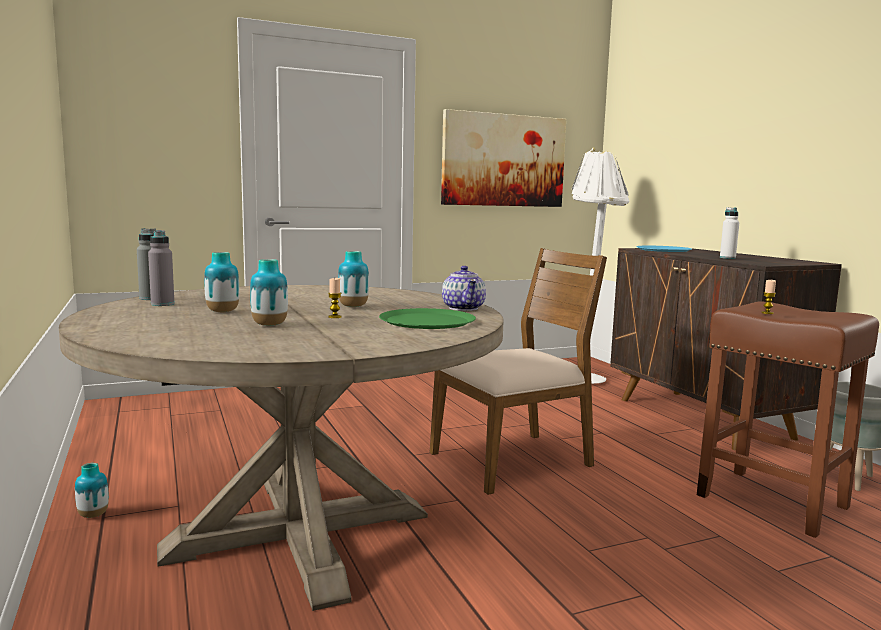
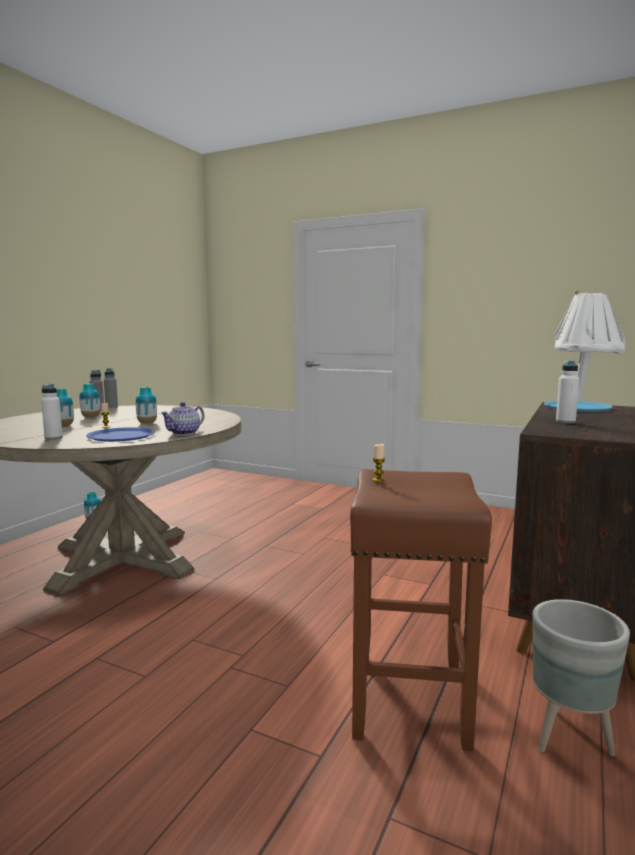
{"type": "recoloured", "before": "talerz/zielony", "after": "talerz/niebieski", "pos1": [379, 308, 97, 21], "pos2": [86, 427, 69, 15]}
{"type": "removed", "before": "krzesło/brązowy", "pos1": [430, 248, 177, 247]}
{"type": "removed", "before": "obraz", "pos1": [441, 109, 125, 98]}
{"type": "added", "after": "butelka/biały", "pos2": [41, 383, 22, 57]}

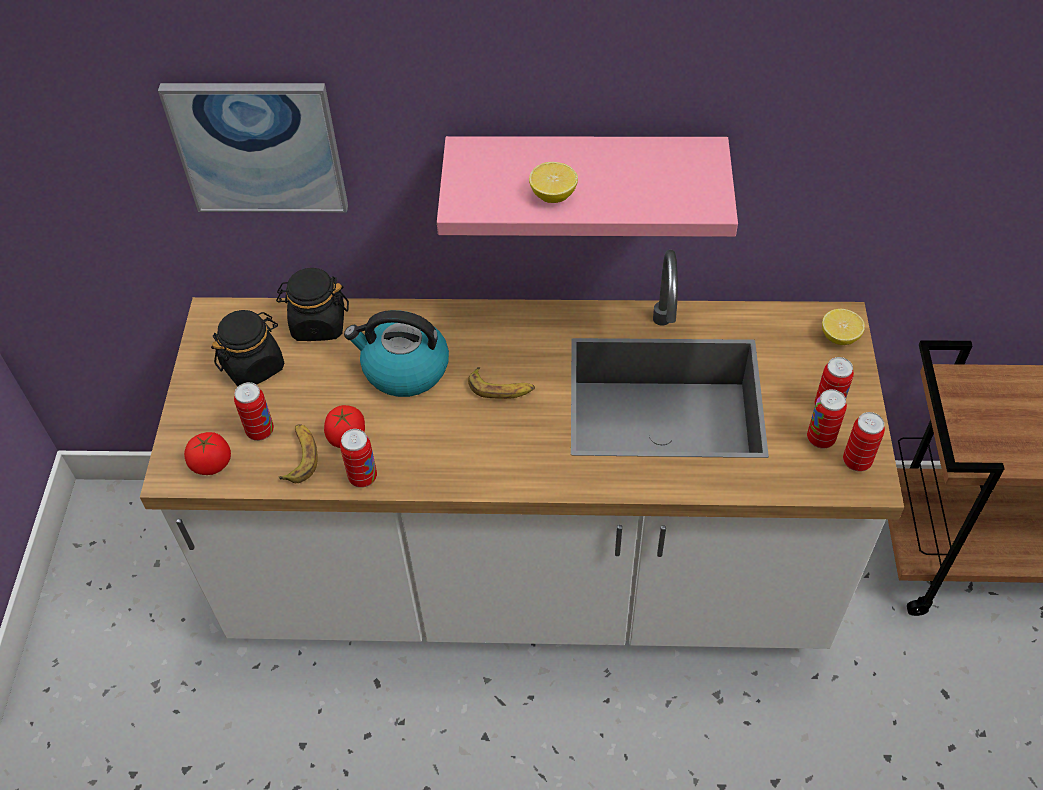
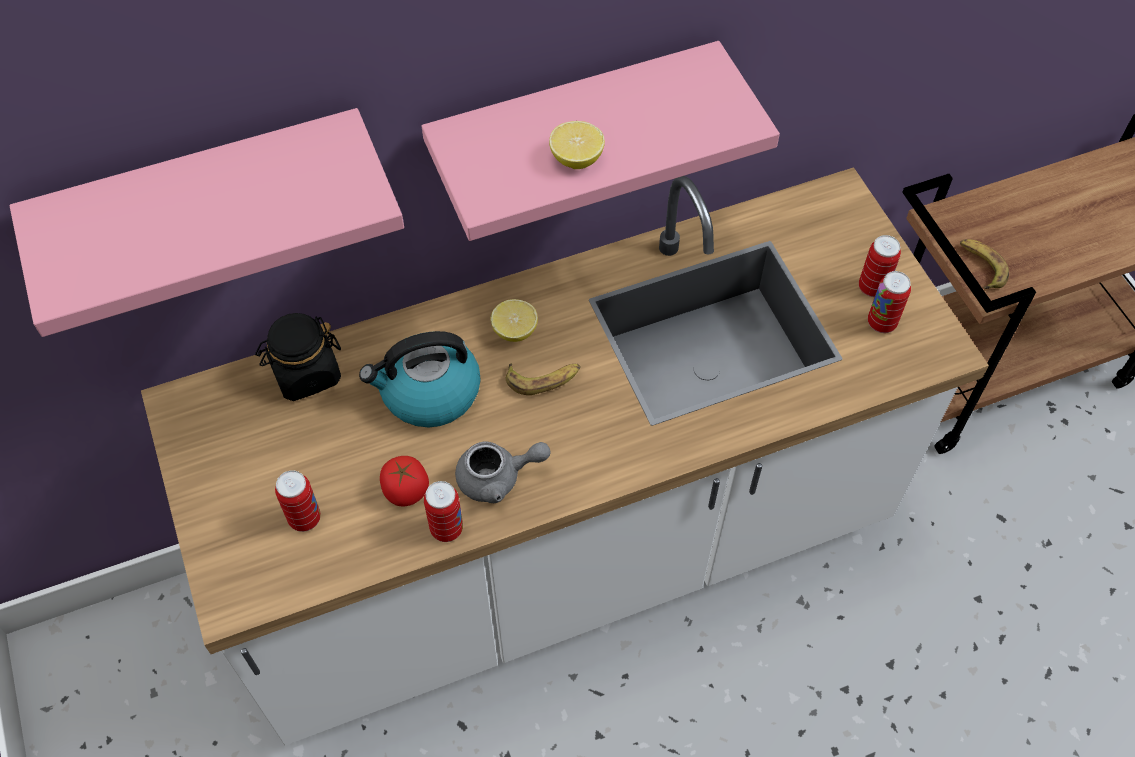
{"type": "replaced", "before": "obraz", "after": "półka/różowy", "pos1": [158, 83, 190, 130], "pos2": [10, 108, 394, 229]}
{"type": "removed", "before": "pomidor", "pos1": [184, 432, 47, 43]}
{"type": "removed", "before": "słoik/czarny", "pos1": [211, 310, 73, 77]}
{"type": "moved", "before": "banan", "pos1": [278, 424, 40, 59], "pos2": [960, 239, 49, 50]}
{"type": "moved", "before": "cytryna", "pos1": [822, 309, 43, 36], "pos2": [491, 299, 47, 43]}
{"type": "removed", "before": "puszka", "pos1": [843, 412, 42, 60]}
{"type": "added", "after": "imbryk/szary", "pos2": [455, 442, 96, 61]}

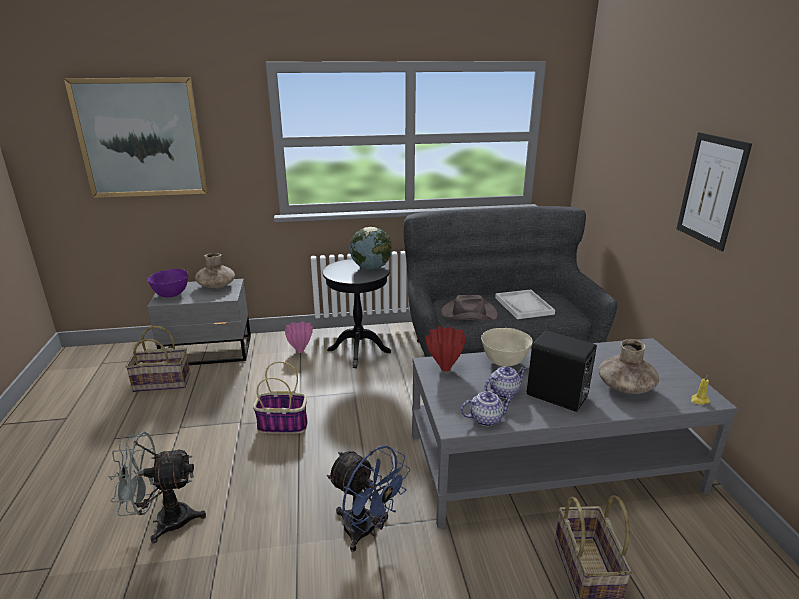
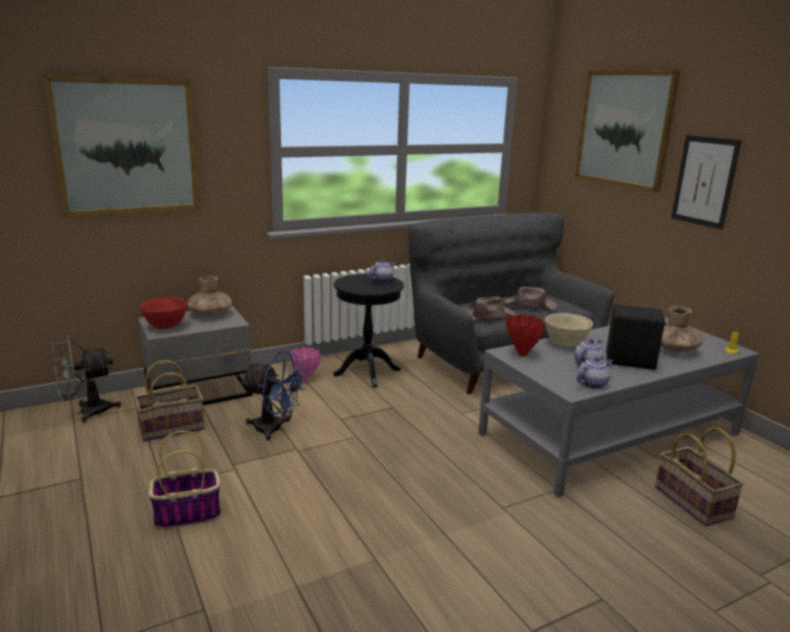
{"type": "moved", "before": "wentylator/szary", "pos1": [108, 432, 98, 111], "pos2": [51, 336, 70, 87]}
{"type": "recoloured", "before": "miska/fioletowy", "after": "miska/czerwony", "pos1": [148, 269, 40, 28], "pos2": [140, 297, 48, 32]}
{"type": "moved", "before": "koszyk", "pos1": [253, 361, 55, 73], "pos2": [149, 431, 72, 98]}
{"type": "moved", "before": "wentylator/niebieski", "pos1": [327, 446, 83, 106], "pos2": [241, 350, 66, 91]}
{"type": "replaced", "before": "globus", "after": "imbryk", "pos1": [350, 227, 42, 43], "pos2": [369, 260, 27, 23]}
{"type": "replaced", "before": "taca/biały", "after": "kapelusz/brązowy", "pos1": [495, 289, 60, 30], "pos2": [504, 287, 53, 23]}
{"type": "added", "after": "obraz", "pos2": [575, 70, 106, 123]}

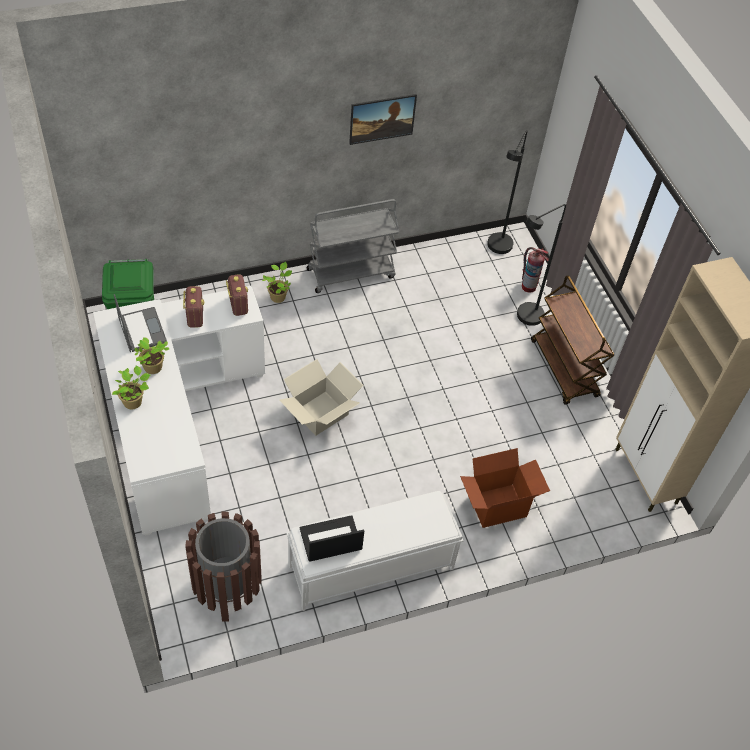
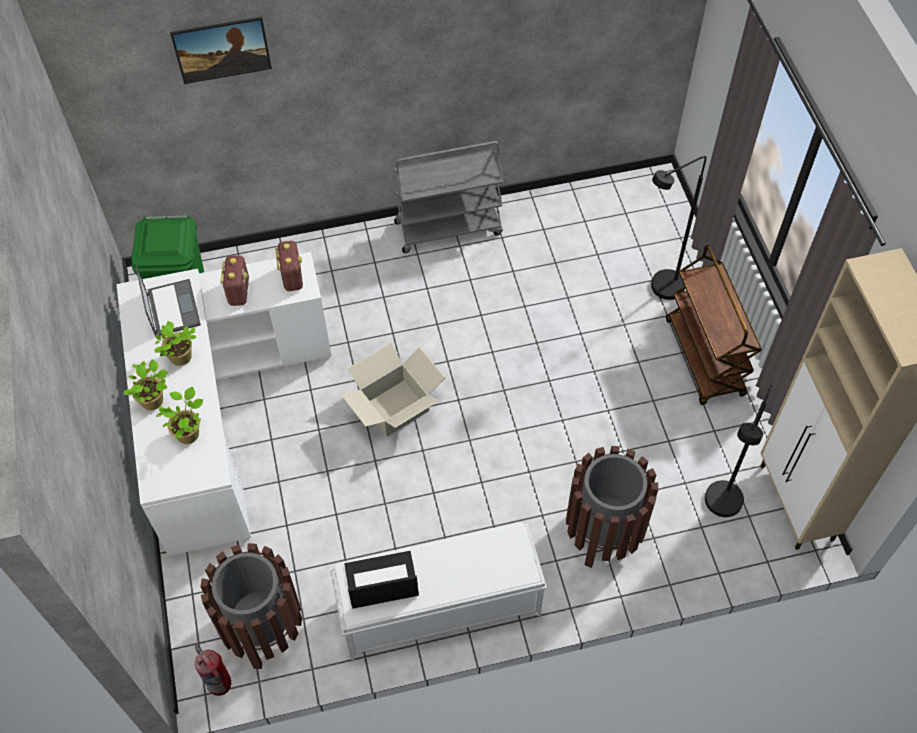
{"type": "moved", "before": "roślina doniczkowa", "pos1": [262, 262, 30, 41], "pos2": [156, 387, 47, 57]}
{"type": "moved", "before": "obraz", "pos1": [349, 94, 68, 51], "pos2": [170, 17, 102, 67]}
{"type": "replaced", "before": "karton", "after": "kosz na śmieci/brązowy", "pos1": [460, 448, 90, 80], "pos2": [566, 446, 92, 122]}
{"type": "moved", "before": "lampa stojąca/czarny", "pos1": [487, 130, 40, 124], "pos2": [705, 386, 67, 131]}
{"type": "moved", "before": "gaśnica", "pos1": [522, 247, 27, 46], "pos2": [195, 645, 36, 51]}

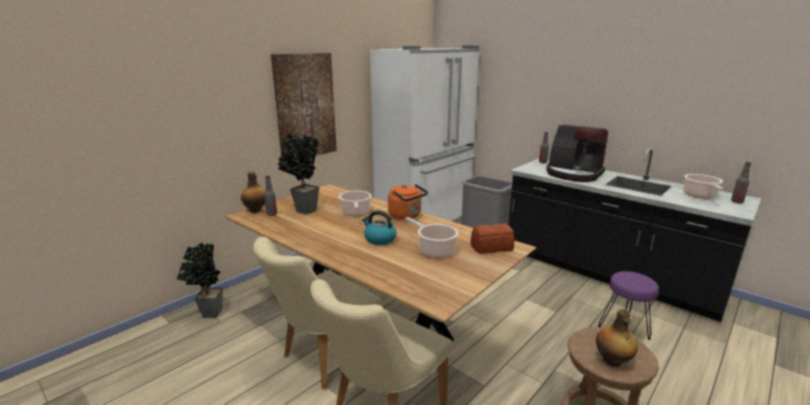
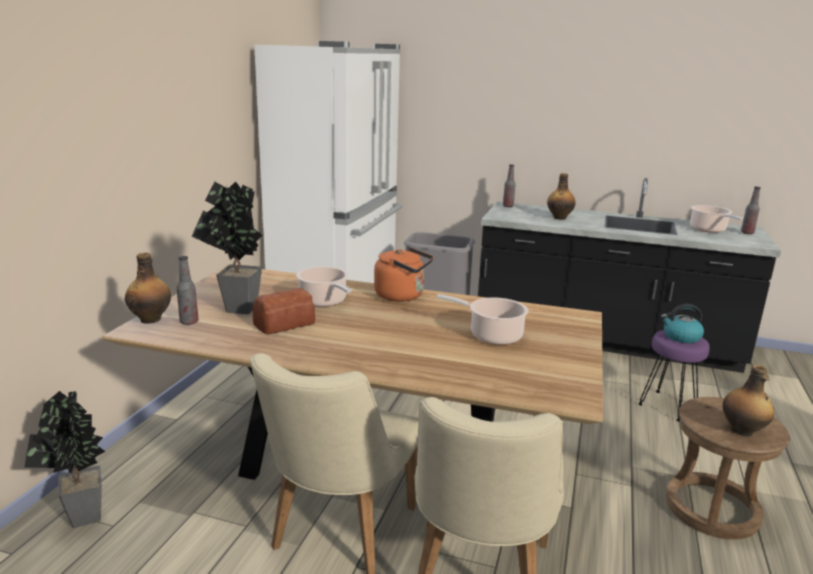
{"type": "removed", "before": "obraz", "pos1": [271, 53, 66, 103]}
{"type": "moved", "before": "czajnik", "pos1": [362, 210, 35, 35], "pos2": [661, 304, 43, 39]}
{"type": "moved", "before": "chleb", "pos1": [471, 224, 44, 30], "pos2": [253, 288, 62, 46]}
{"type": "replaced", "before": "ekspres do kawy", "after": "butelka", "pos1": [546, 125, 62, 57], "pos2": [547, 173, 28, 47]}

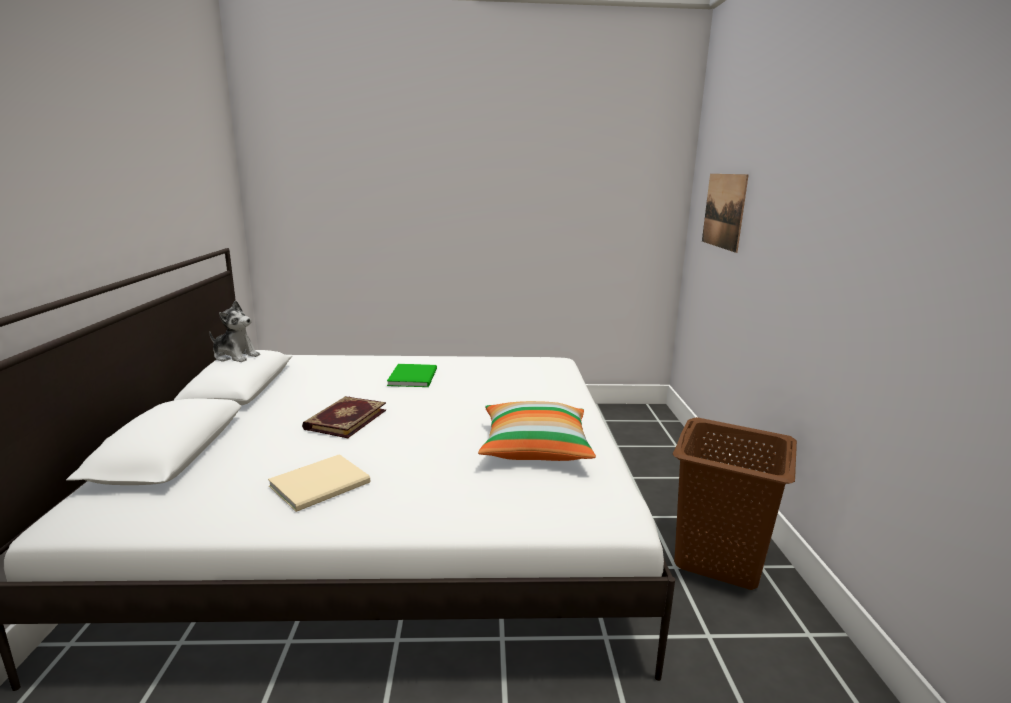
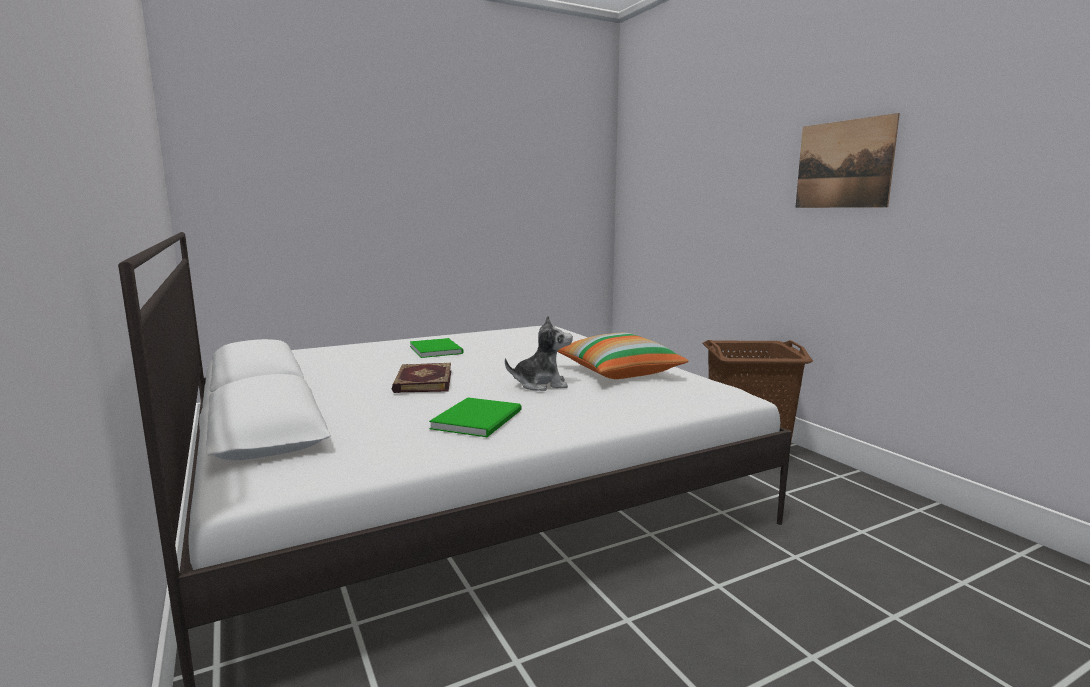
{"type": "moved", "before": "pluszak", "pos1": [209, 300, 51, 62], "pos2": [505, 316, 68, 75]}
{"type": "recoloured", "before": "książka/beżowy", "after": "książka/zielony", "pos1": [268, 454, 102, 58], "pos2": [429, 397, 92, 40]}
{"type": "moved", "before": "obraz", "pos1": [702, 174, 47, 79], "pos2": [795, 113, 105, 95]}

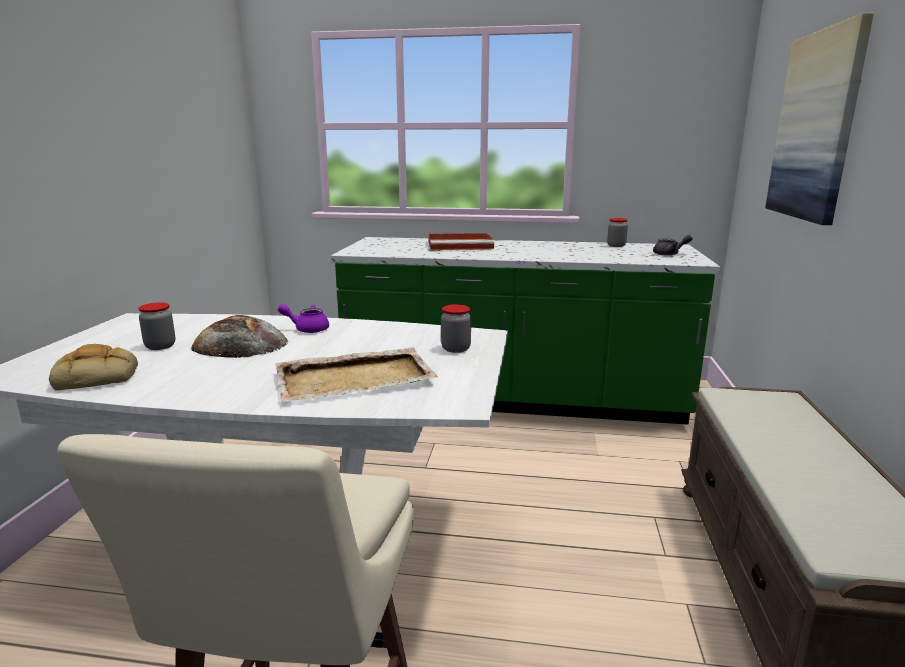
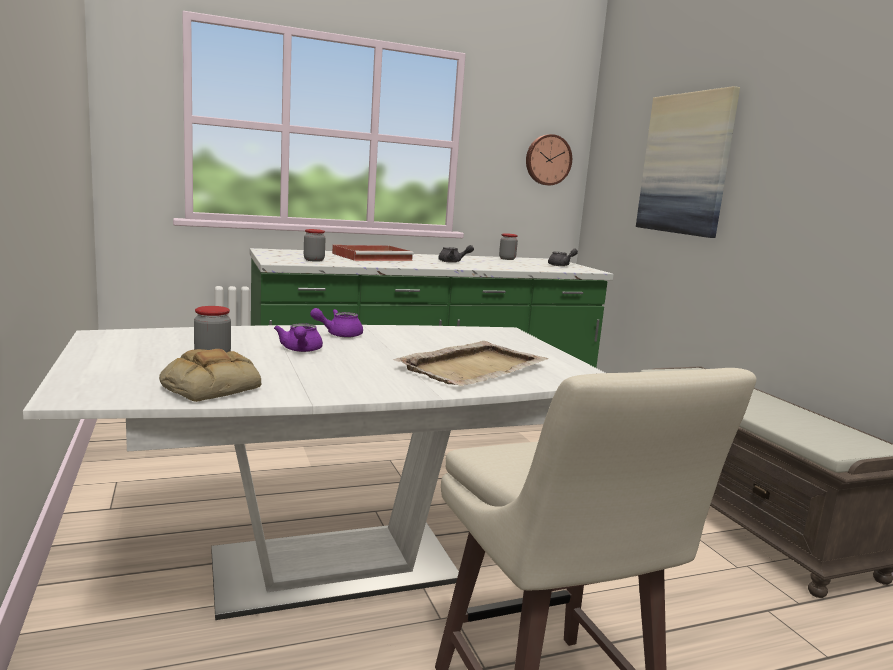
{"type": "replaced", "before": "chleb", "after": "imbryk/fioletowy", "pos1": [191, 315, 97, 43], "pos2": [274, 323, 49, 29]}
{"type": "moved", "before": "słoik", "pos1": [441, 304, 30, 49], "pos2": [304, 229, 22, 33]}
{"type": "added", "after": "imbryk/szary", "pos2": [438, 245, 36, 18]}
{"type": "added", "after": "zegar ścienny", "pos2": [526, 134, 46, 51]}

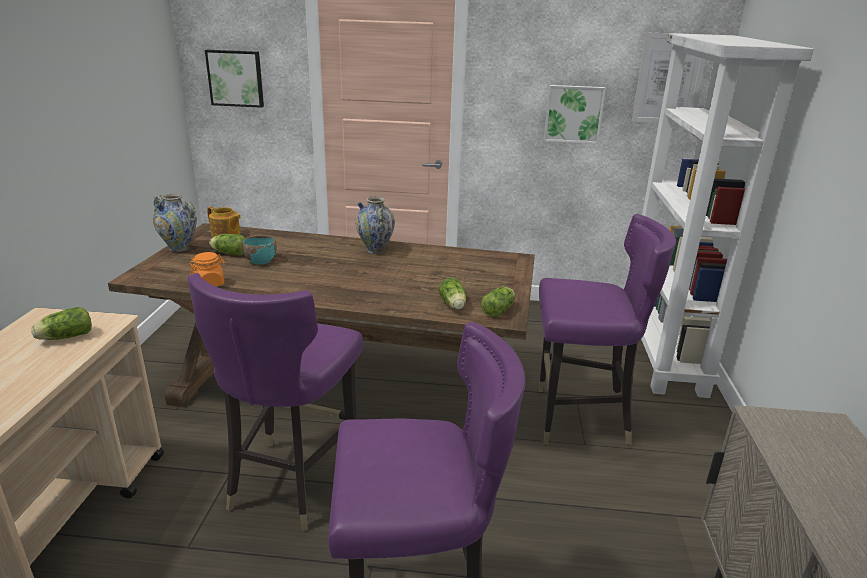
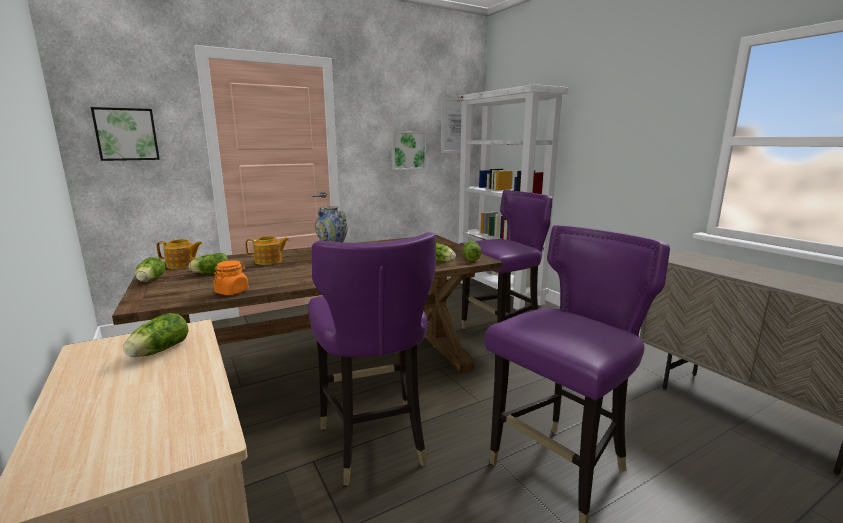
{"type": "replaced", "before": "wazon", "after": "sałata", "pos1": [153, 194, 44, 58], "pos2": [135, 257, 31, 25]}
{"type": "removed", "before": "miska/turkusowy", "pos1": [242, 235, 35, 30]}
{"type": "added", "after": "imbryk", "pos2": [245, 236, 44, 29]}

